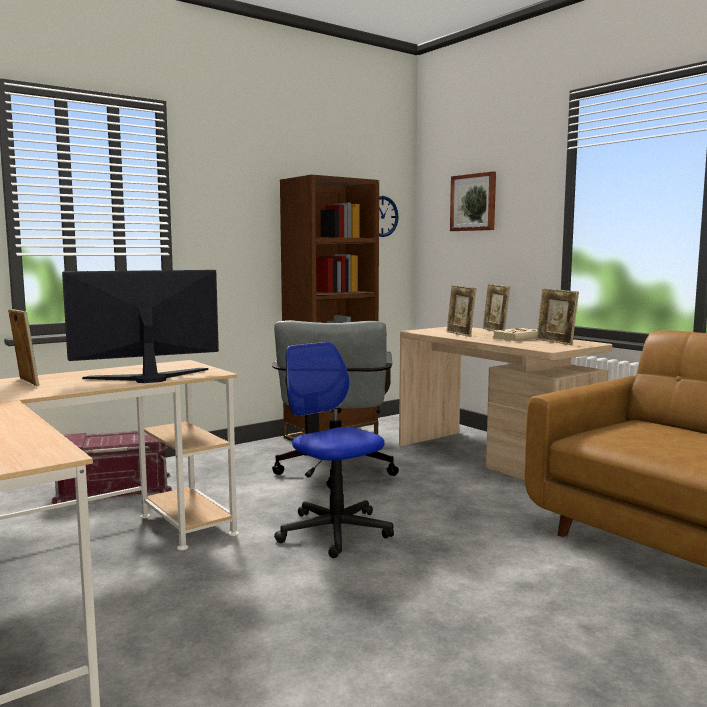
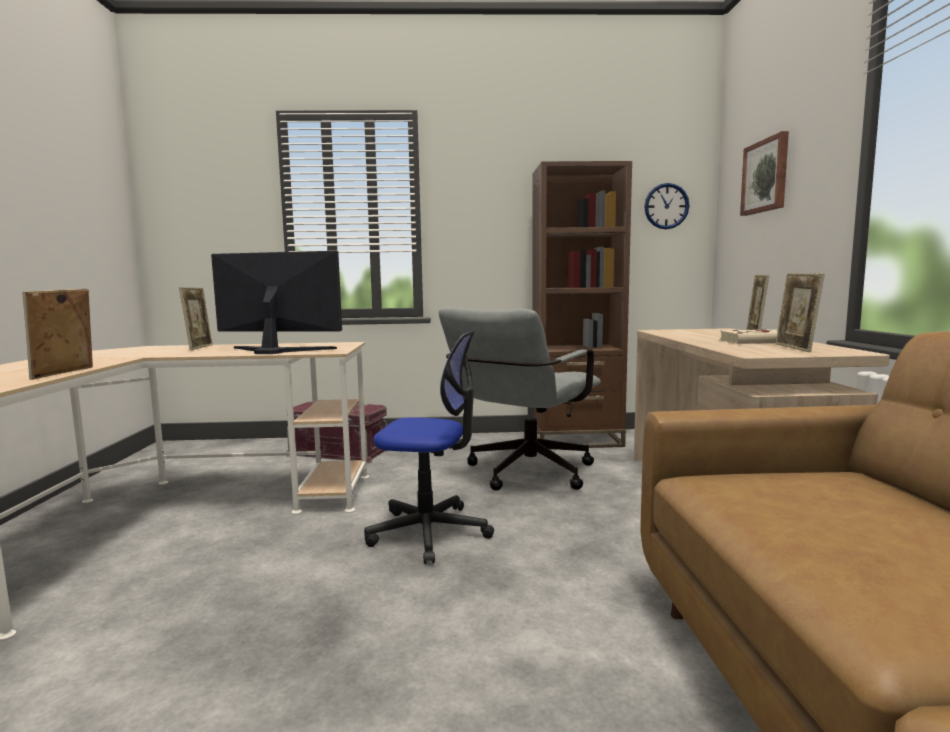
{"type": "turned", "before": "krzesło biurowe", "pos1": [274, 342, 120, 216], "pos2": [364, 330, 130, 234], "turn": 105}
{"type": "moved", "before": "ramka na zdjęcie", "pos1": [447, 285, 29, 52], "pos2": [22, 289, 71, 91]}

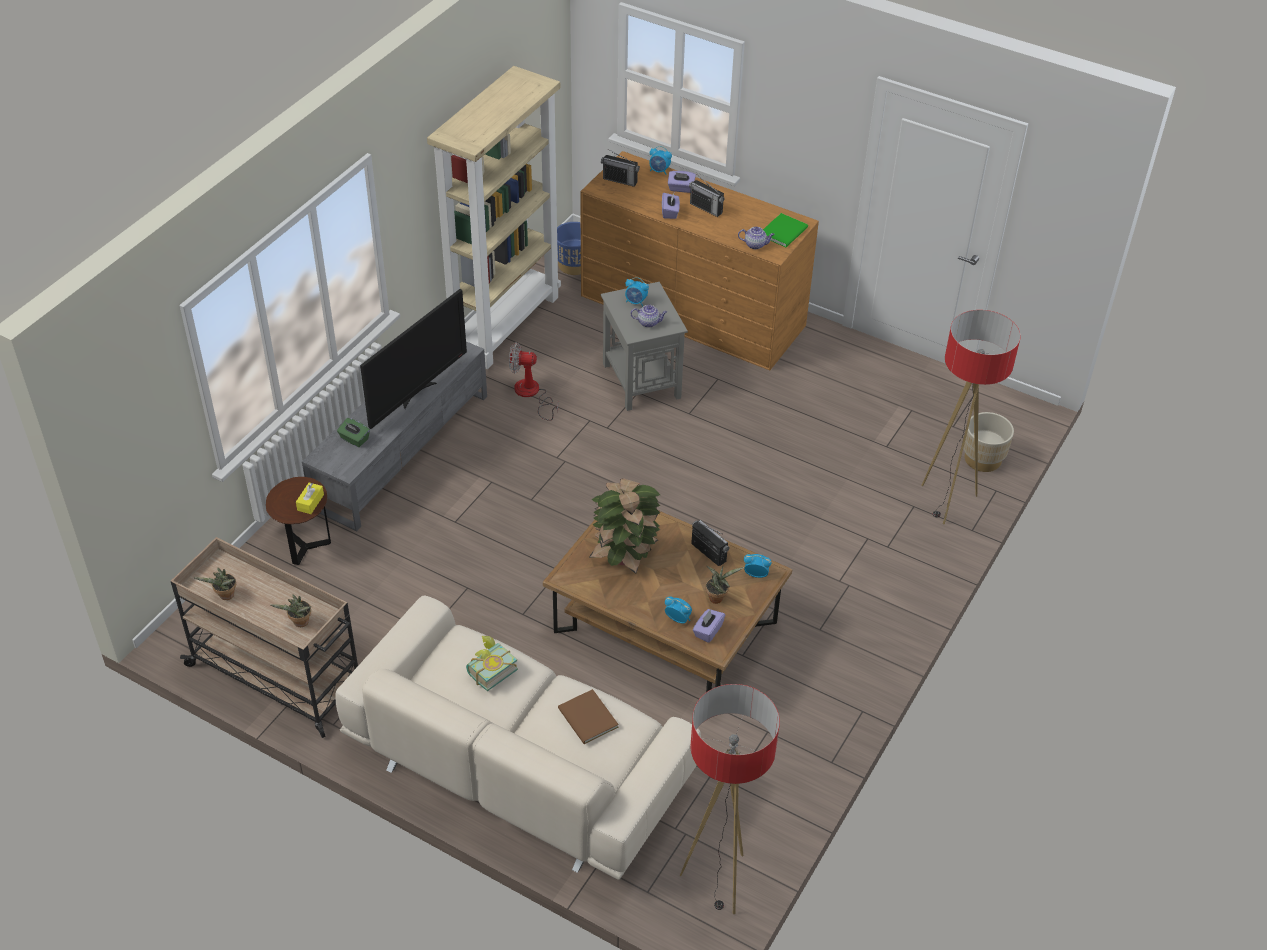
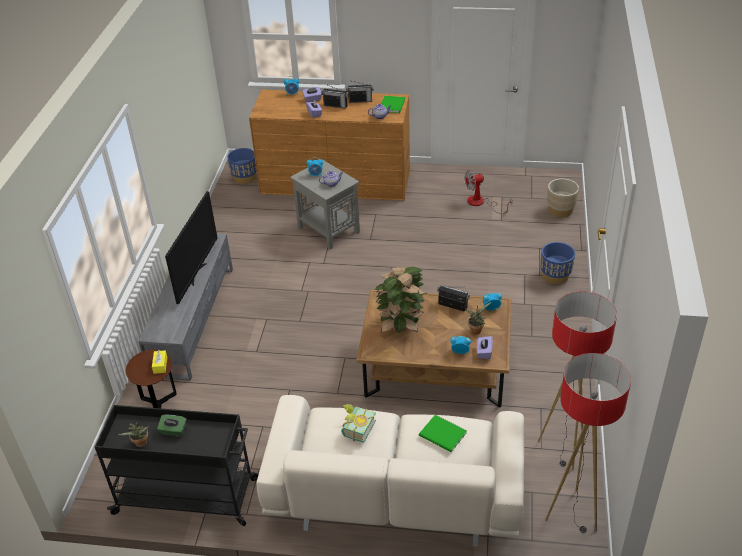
{"type": "recoloured", "before": "wózek/beżowy", "after": "wózek/czarny", "pos1": [171, 537, 187, 201], "pos2": [95, 405, 163, 121]}
{"type": "removed", "before": "roślina doniczkowa", "pos1": [270, 594, 41, 33]}
{"type": "moved", "before": "pudełko chusteczek/zielony", "pos1": [337, 418, 33, 29], "pos2": [157, 415, 30, 22]}
{"type": "removed", "before": "regał/beżowy", "pos1": [427, 66, 134, 303]}
{"type": "moved", "before": "wentylator", "pos1": [509, 342, 49, 79], "pos2": [465, 170, 47, 44]}
{"type": "recoloured", "before": "książka/brązowy", "after": "książka/zielony", "pos1": [558, 689, 61, 55], "pos2": [419, 415, 48, 37]}
{"type": "moved", "before": "radio", "pos1": [601, 149, 39, 38], "pos2": [346, 81, 28, 22]}
{"type": "moved", "before": "lampa stojąca", "pos1": [921, 310, 100, 214], "pos2": [538, 291, 79, 180]}
{"type": "added", "after": "donica/niebieski", "pos2": [540, 242, 35, 42]}

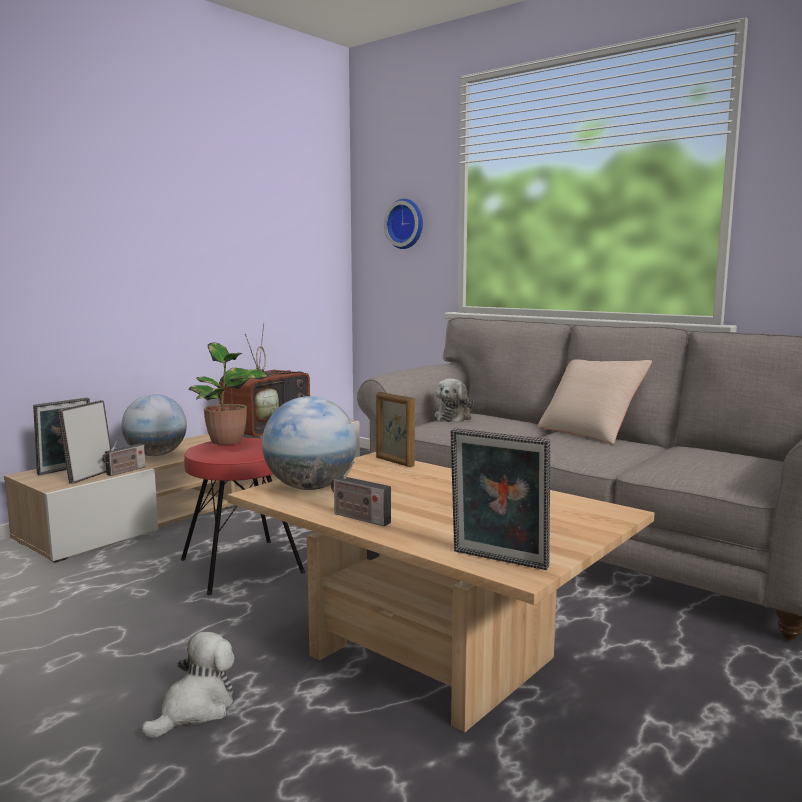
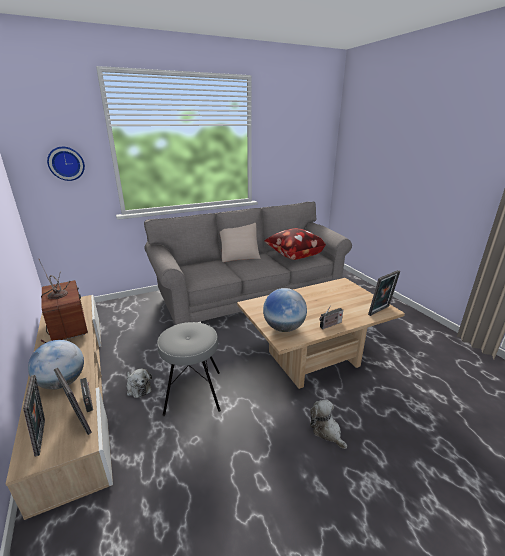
{"type": "recoloured", "before": "stołek/czerwony", "after": "stołek/szary", "pos1": [181, 438, 124, 157], "pos2": [157, 322, 64, 94]}
{"type": "removed", "before": "roślina doniczkowa", "pos1": [189, 342, 79, 103]}
{"type": "removed", "before": "ramka na zdjęcie", "pos1": [376, 392, 39, 75]}
{"type": "moved", "before": "pluszak", "pos1": [435, 378, 39, 45], "pos2": [126, 368, 26, 30]}
{"type": "added", "after": "poduszka", "pos2": [264, 228, 62, 32]}

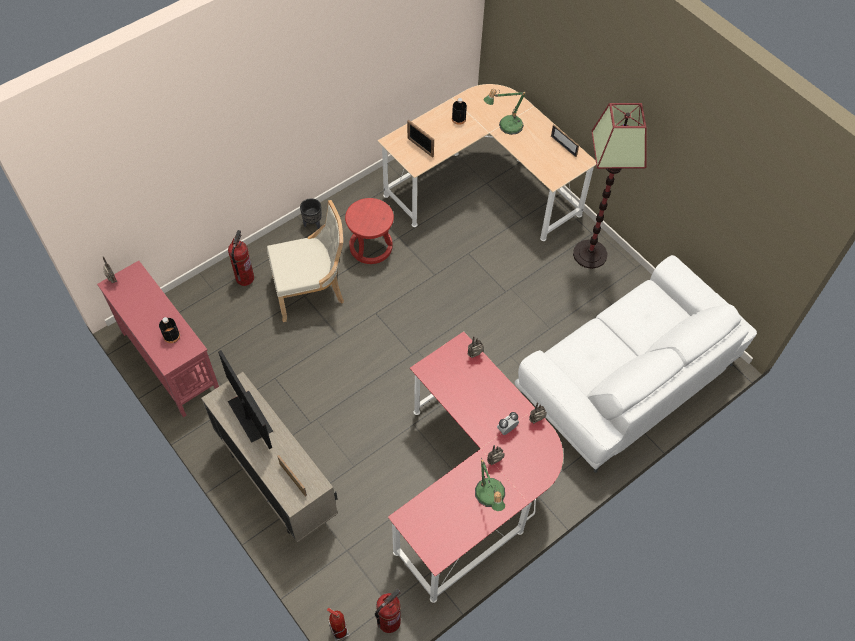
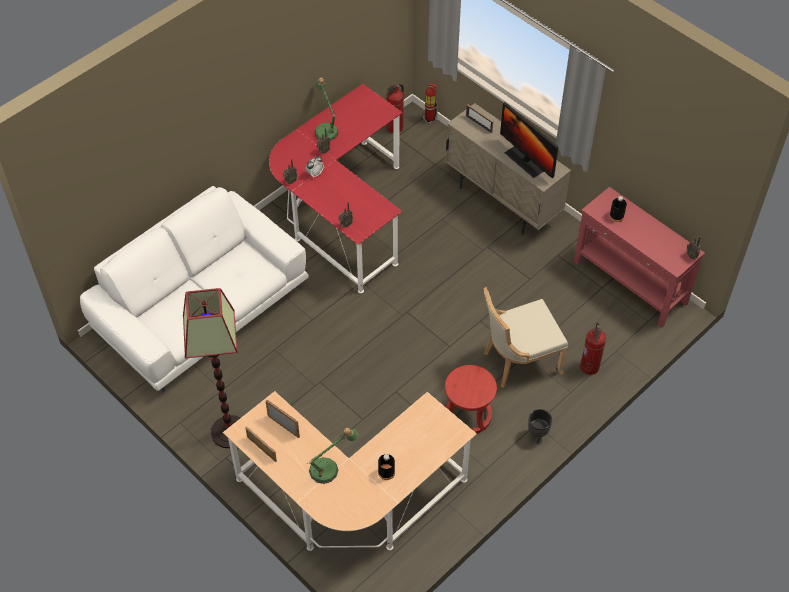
{"type": "moved", "before": "ramka na zdjęcie", "pos1": [407, 120, 27, 37], "pos2": [266, 400, 34, 38]}

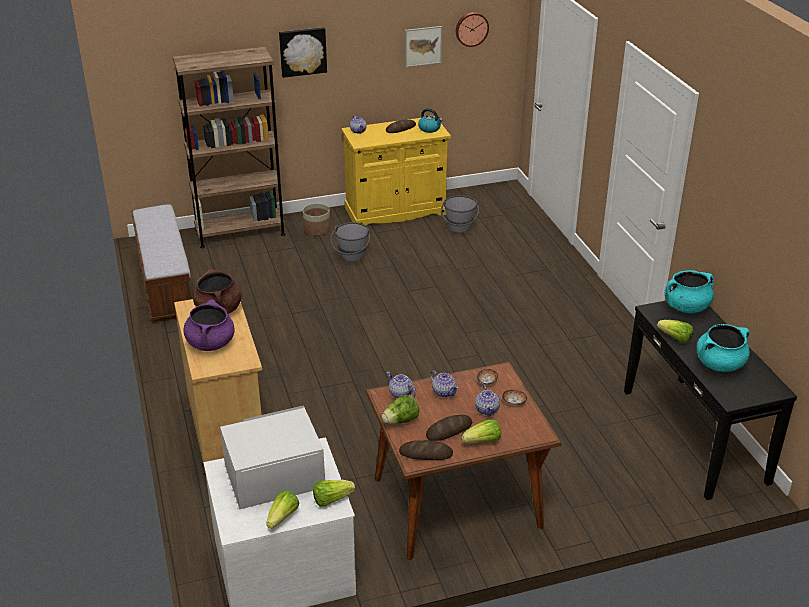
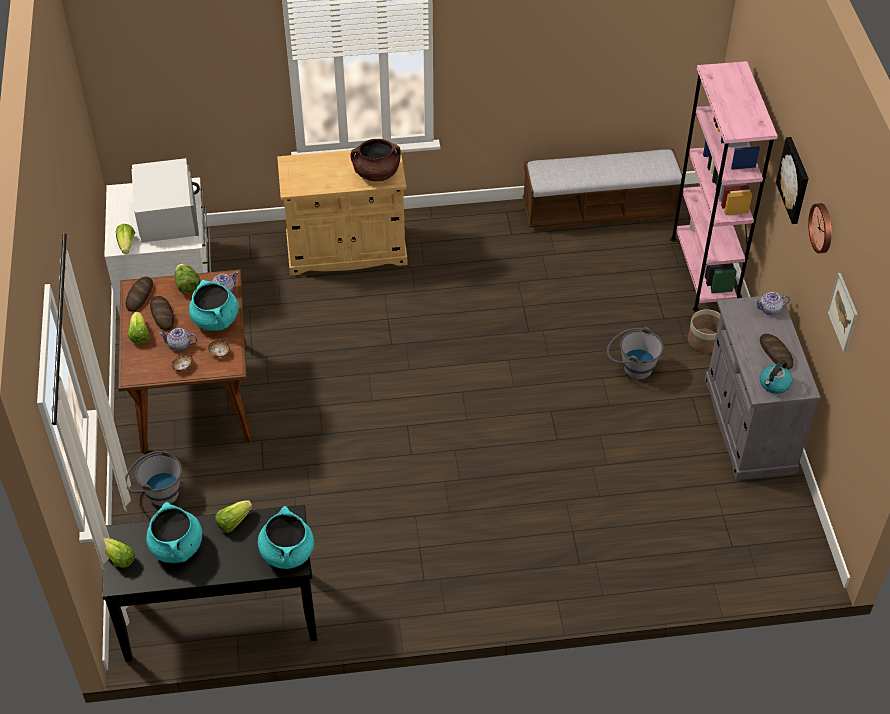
{"type": "recoloured", "before": "regał/brązowy", "after": "regał/różowy", "pos1": [173, 47, 112, 201], "pos2": [671, 61, 107, 250]}
{"type": "removed", "before": "garnek/fioletowy", "pos1": [183, 299, 51, 52]}
{"type": "moved", "before": "sałata", "pos1": [266, 490, 33, 39], "pos2": [104, 538, 31, 30]}
{"type": "recoloured", "before": "szafka/żółty", "after": "szafka/szary", "pos1": [341, 118, 110, 108], "pos2": [704, 294, 117, 186]}
{"type": "replaced", "before": "imbryk", "after": "garnek/turkusowy", "pos1": [430, 370, 29, 27], "pos2": [189, 280, 50, 51]}
{"type": "moved", "before": "wiadro/szary", "pos1": [441, 195, 38, 38], "pos2": [125, 450, 57, 56]}
{"type": "moved", "before": "zegar ścienny", "pos1": [456, 12, 33, 35], "pos2": [808, 203, 24, 50]}

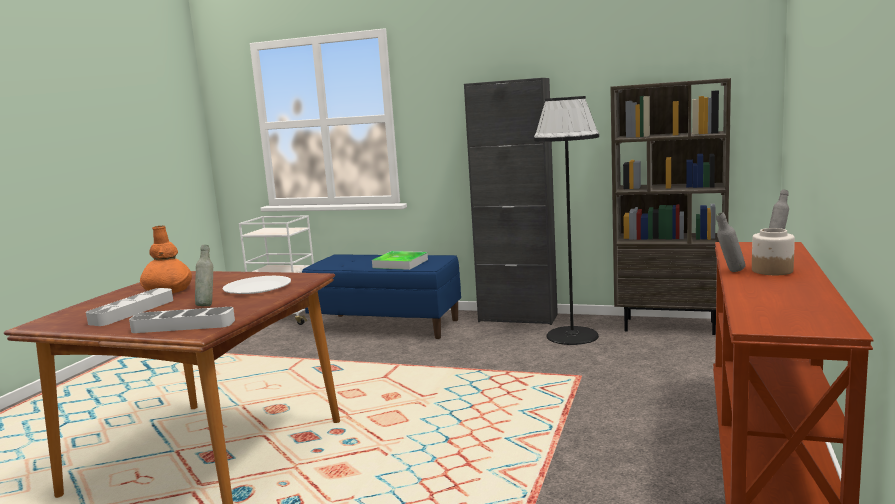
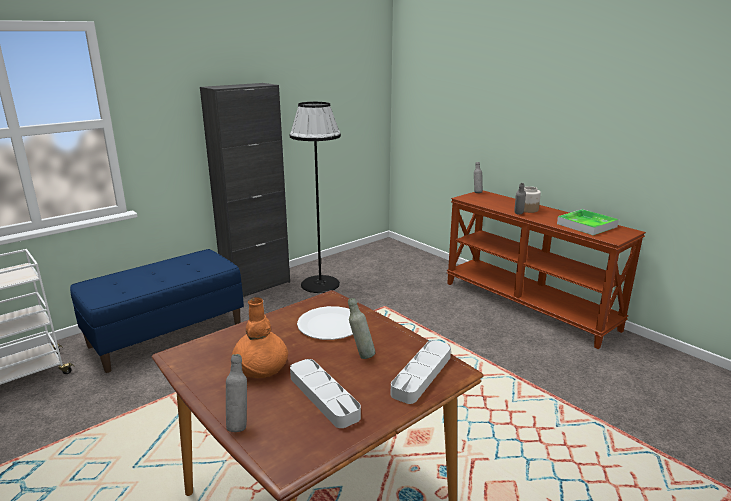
{"type": "moved", "before": "taca", "pos1": [372, 251, 56, 19], "pos2": [557, 209, 62, 26]}
{"type": "removed", "before": "regał/brązowy", "pos1": [610, 78, 121, 257]}
{"type": "added", "after": "butelka/szary", "pos2": [226, 354, 21, 78]}

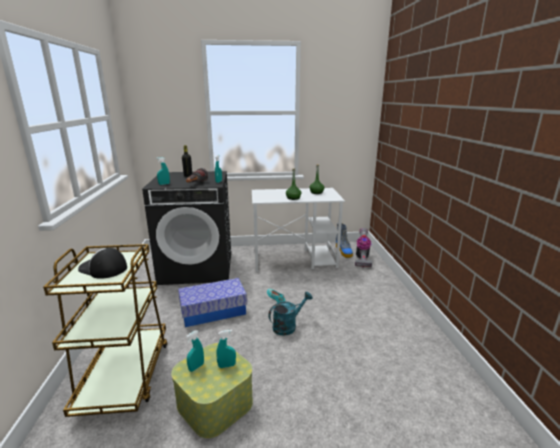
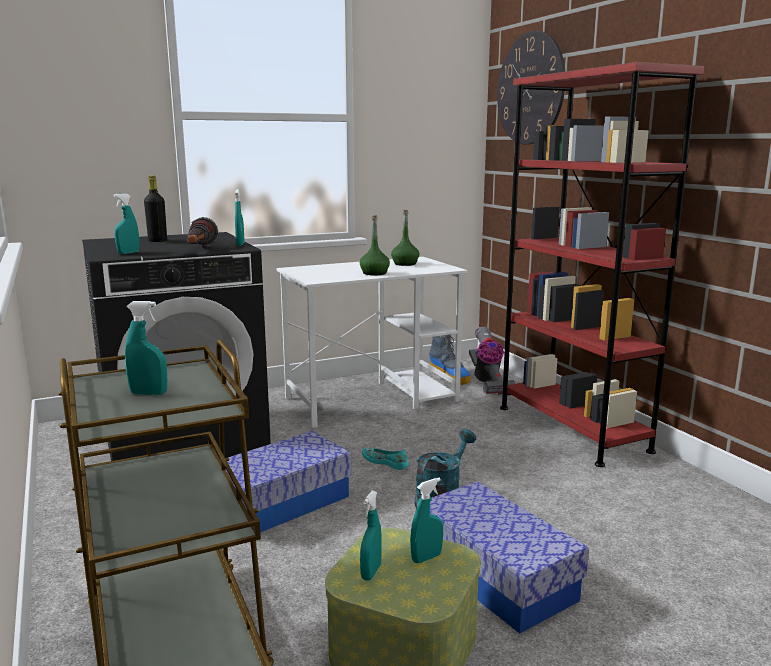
{"type": "replaced", "before": "czapka z daszkiem", "after": "spryskiwacz/turkusowy", "pos1": [78, 248, 49, 31], "pos2": [125, 301, 42, 94]}
{"type": "added", "after": "pojemnik do przechowywania", "pos2": [417, 481, 172, 153]}
{"type": "added", "after": "zegar ścienny", "pos2": [497, 31, 68, 113]}
{"type": "added", "after": "regał/czerwony", "pos2": [500, 62, 204, 405]}

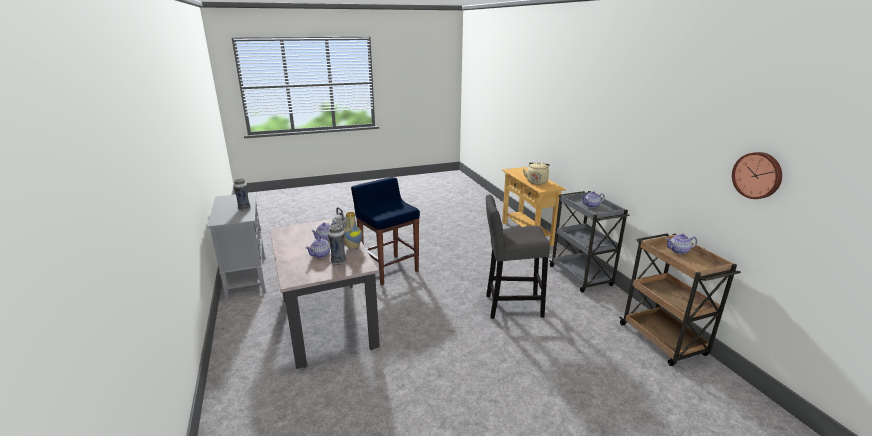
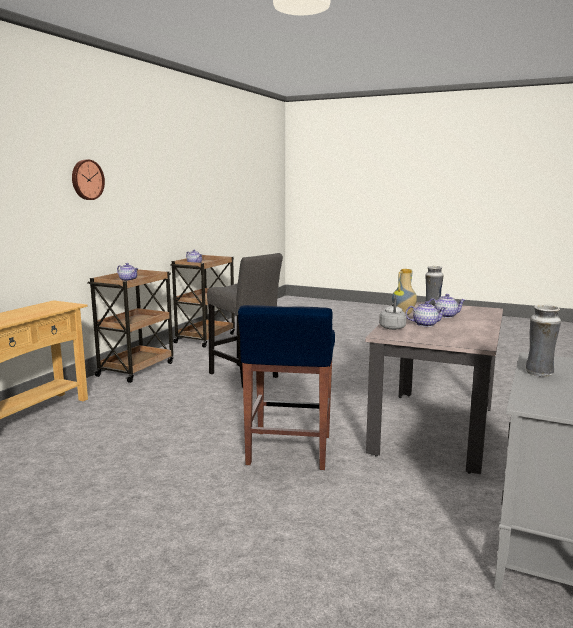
{"type": "removed", "before": "czajnik/beżowy", "pos1": [523, 163, 27, 22]}
{"type": "recoloured", "before": "wózek/szary", "after": "wózek/brązowy", "pos1": [549, 191, 80, 101], "pos2": [87, 269, 86, 114]}
{"type": "moved", "before": "zegar ścienny", "pos1": [732, 152, 50, 47], "pos2": [72, 160, 33, 40]}

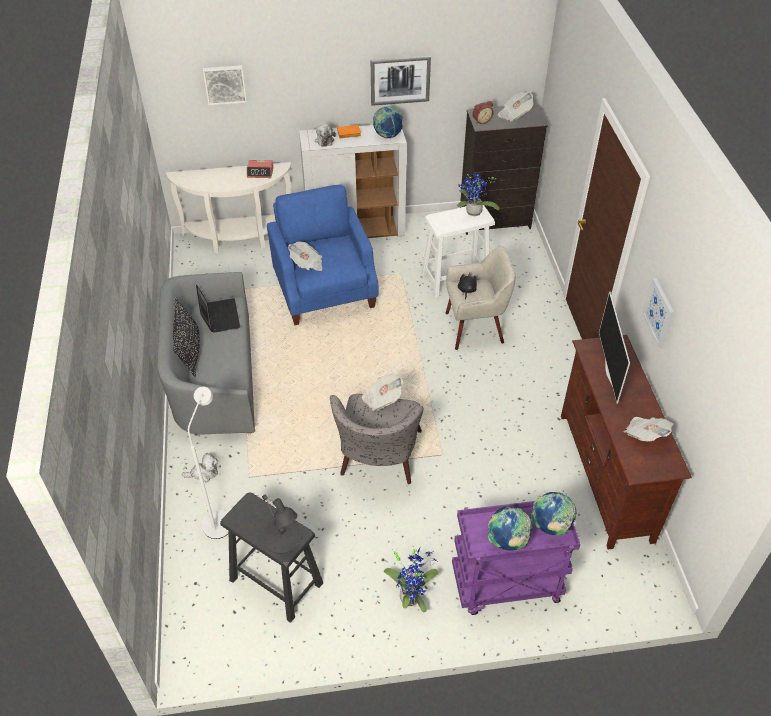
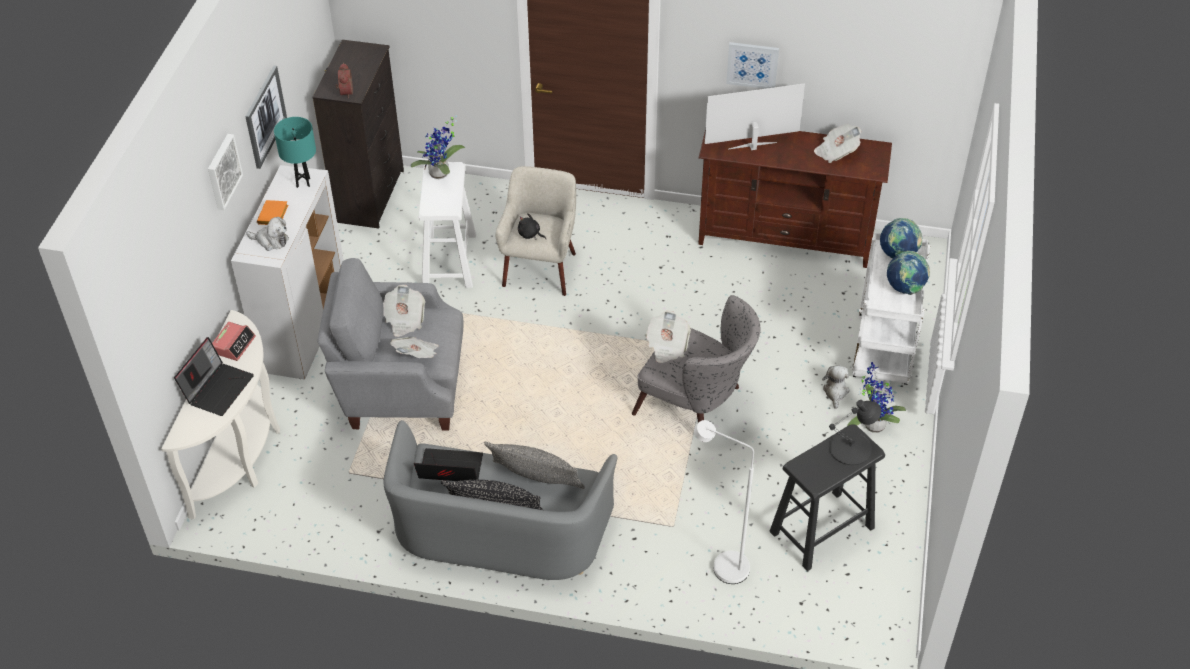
{"type": "moved", "before": "pluszak", "pos1": [182, 453, 36, 29], "pos2": [822, 365, 27, 44]}
{"type": "moved", "before": "obraz", "pos1": [203, 65, 44, 40], "pos2": [208, 134, 35, 76]}
{"type": "recoloured", "before": "fotel/niebieski", "after": "fotel/szary", "pos1": [267, 184, 111, 141], "pos2": [318, 258, 146, 173]}
{"type": "replaced", "before": "globus", "after": "lampa stołowa/turkusowy", "pos1": [373, 106, 30, 33], "pos2": [274, 117, 42, 71]}
{"type": "recoloured", "before": "wózek/fioletowy", "after": "wózek/biały", "pos1": [452, 501, 129, 114], "pos2": [852, 233, 78, 152]}
{"type": "moved", "before": "gazeta", "pos1": [498, 92, 36, 30], "pos2": [383, 285, 42, 52]}
{"type": "turned", "before": "telewizor", "pos1": [599, 292, 31, 112], "pos2": [705, 83, 100, 67], "turn": 150}
{"type": "added", "after": "laptop", "pos2": [174, 337, 80, 79]}
{"type": "added", "after": "poduszka/szary", "pos2": [484, 441, 101, 48]}

